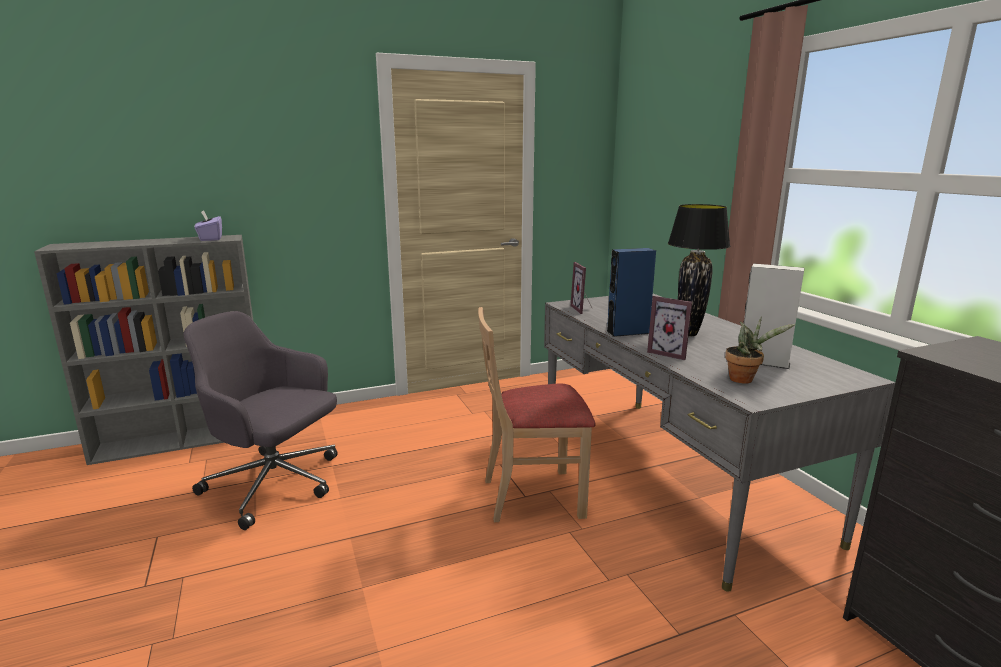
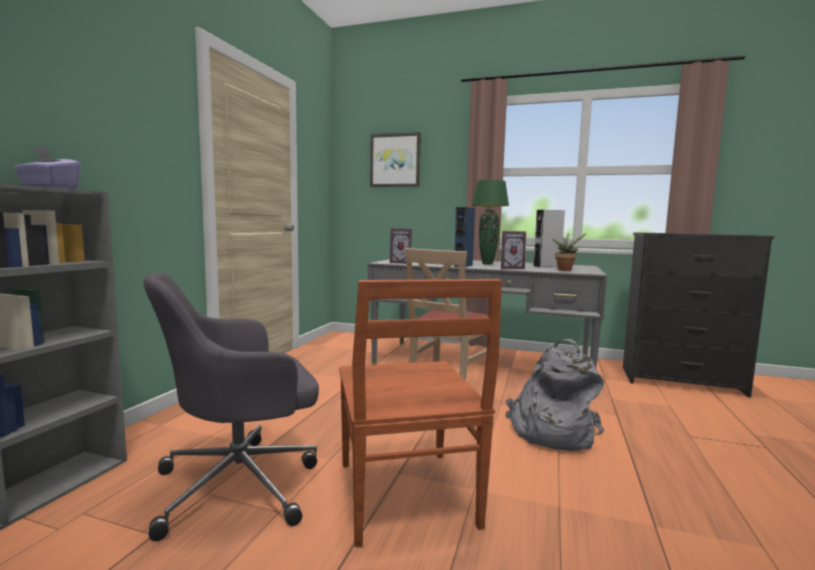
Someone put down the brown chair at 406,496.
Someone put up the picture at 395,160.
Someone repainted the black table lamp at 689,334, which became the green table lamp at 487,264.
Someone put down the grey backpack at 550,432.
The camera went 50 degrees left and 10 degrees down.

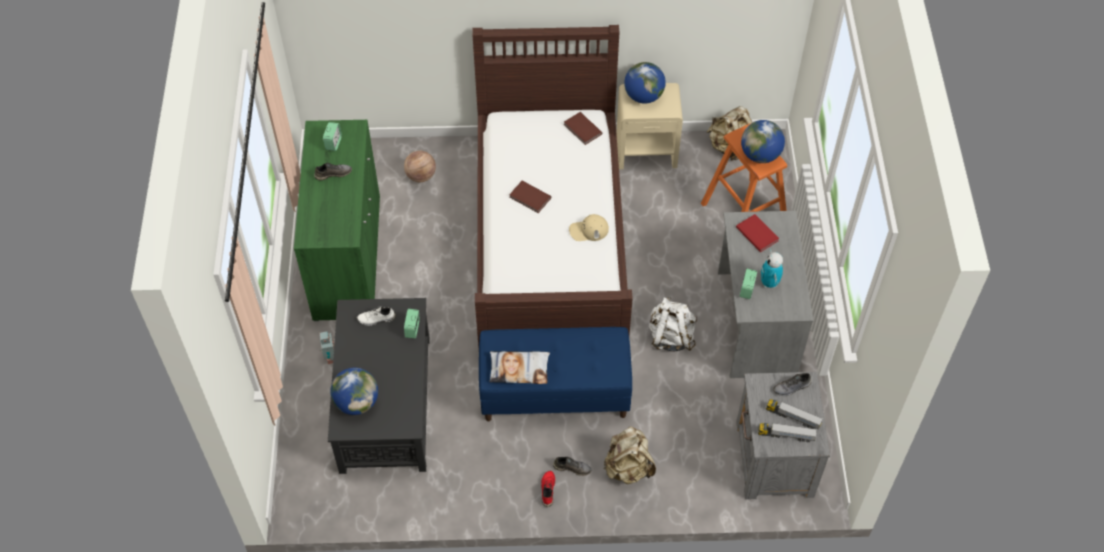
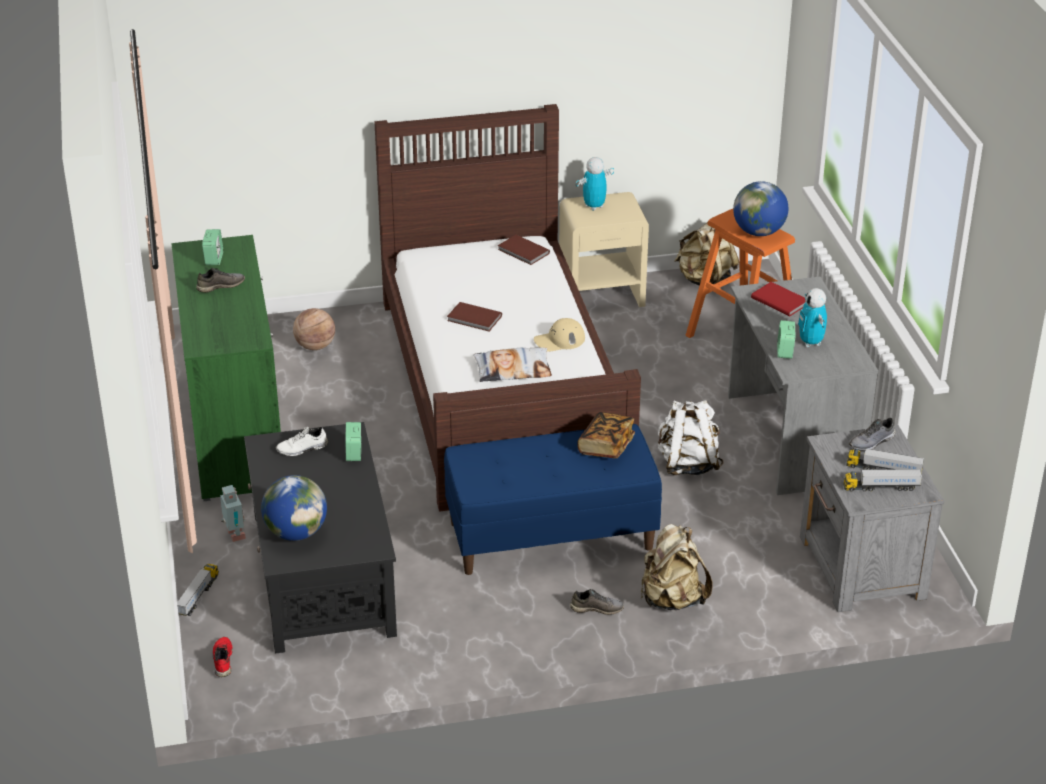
Someone put down the toy truck at 198,596.
Someone carried the red shoe from 547,490 to 222,660.
Someone carried the pillow from 519,369 to 513,370.
Someone swapped the globe at 643,96 for the toy robot at 594,206.
Someone put down the book at 606,446.
The camera went 10 degrees left and 20 degrees down.

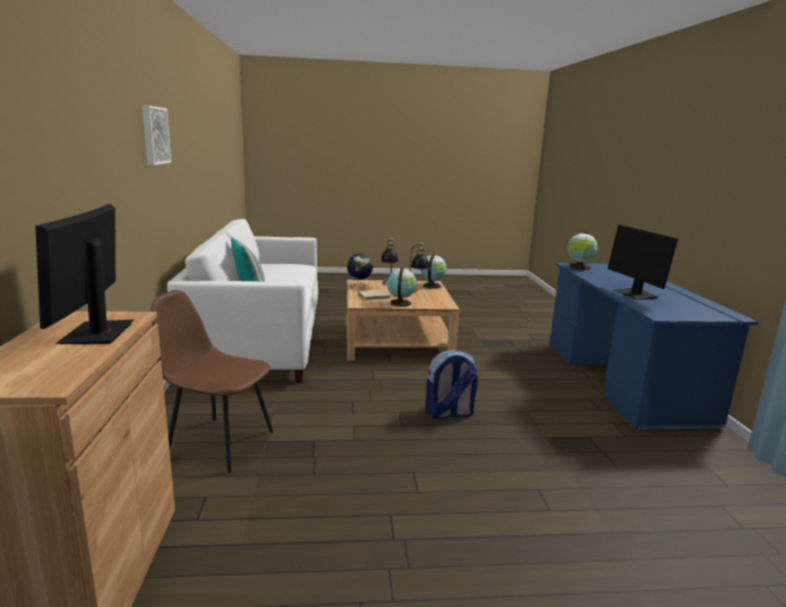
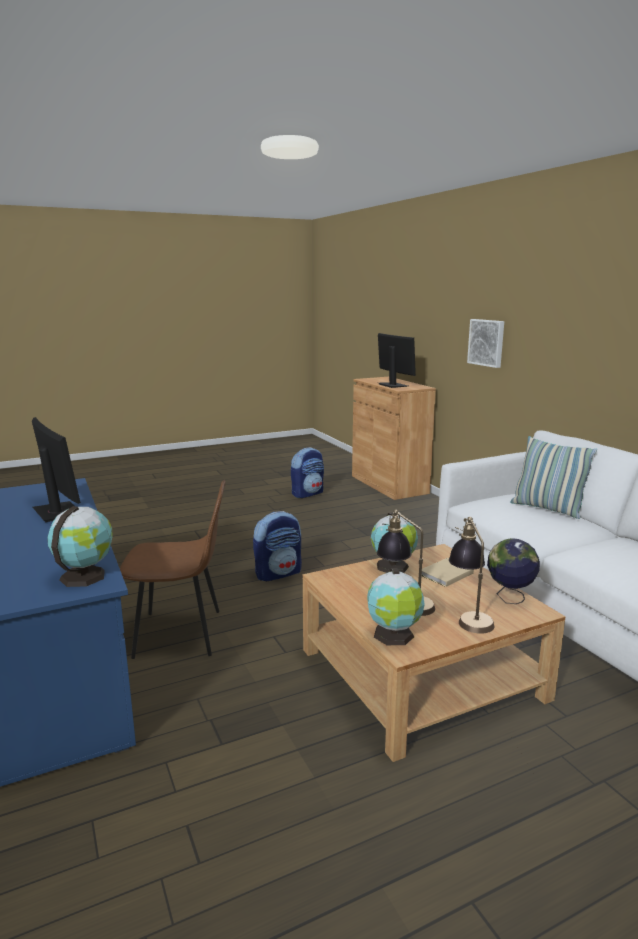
Someone carried the brown chair from 219,443 to 181,633.
Someone put down the backpack at 307,493.
Someone carried the picture from 154,135 to 487,342.
The camera went 160 degrees right and 0 degrees up.

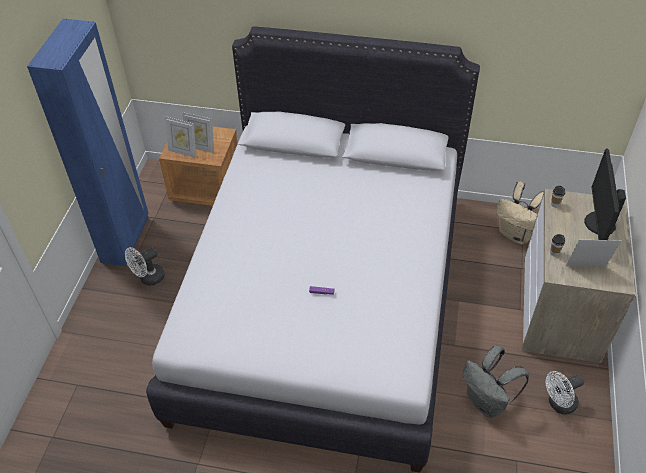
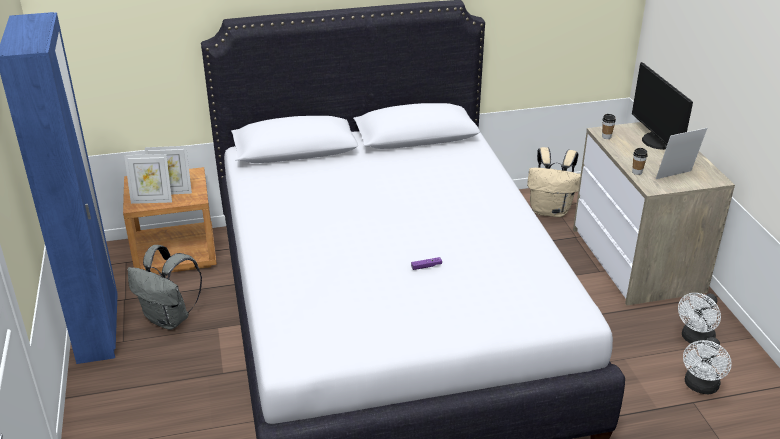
Someone carried the grey backpack from 487,402 to 170,319.
Someone carried the white fan from 148,278 to 700,387.
The camera went 25 degrees left and 15 degrees down.

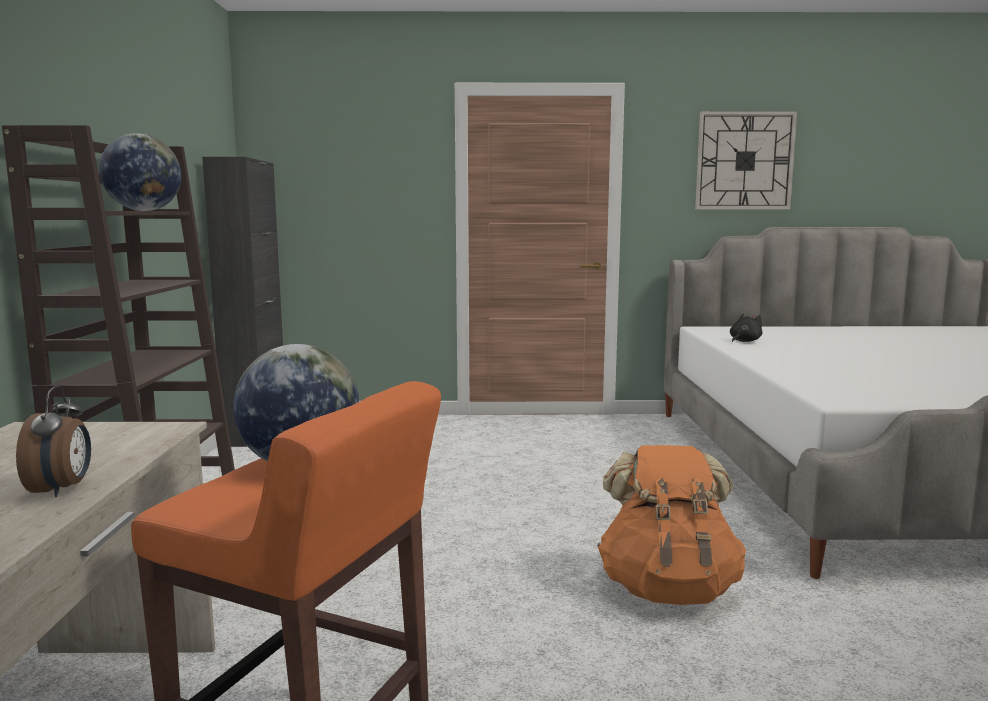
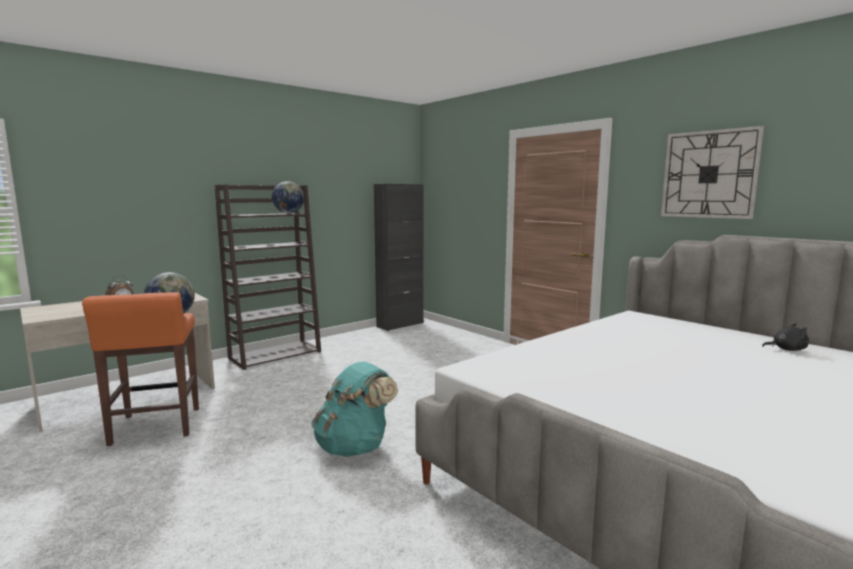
Someone repainted the orange backpack at 668,589, which became the turquoise backpack at 355,447.
Someone carried the black plush toy from 744,341 to 786,349.
The camera went 50 degrees right and 0 degrees up.

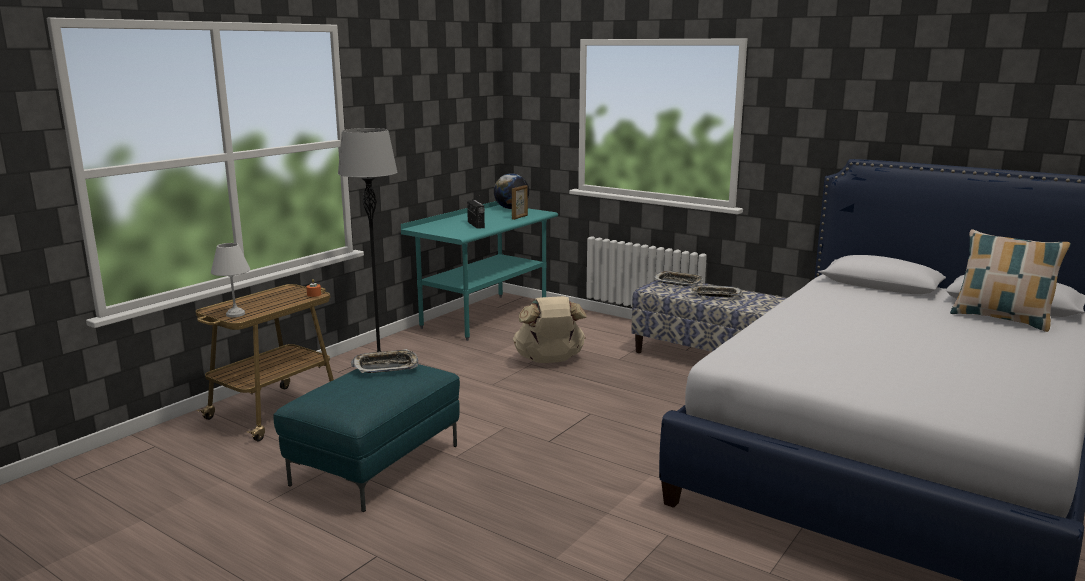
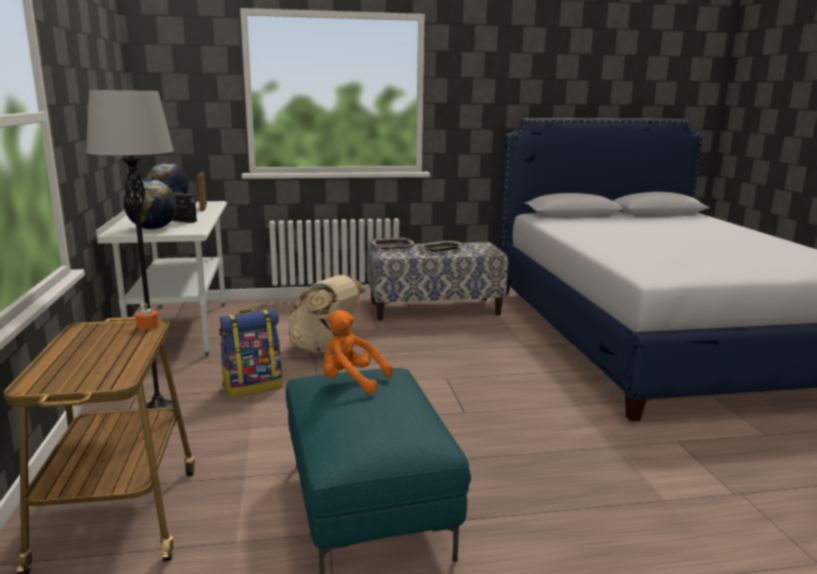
Someone repainted the turquoise desk at 484,317, which became the white desk at 181,329.
Someone put down the globe at 153,228.
Someone put down the backpack at 253,386.
Someone swapped the tray at 385,366 for the orange plush toy at 351,381.
Someone took away the white table lamp at 236,314.
Someone took away the pillow at 1001,319.
The camera went 45 degrees left and 0 degrees up.

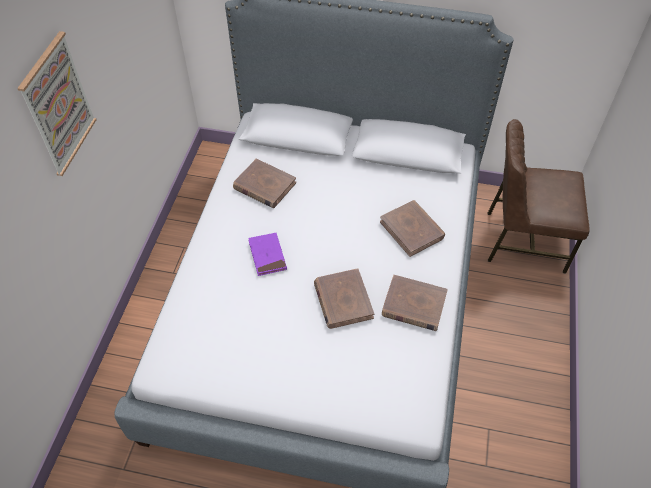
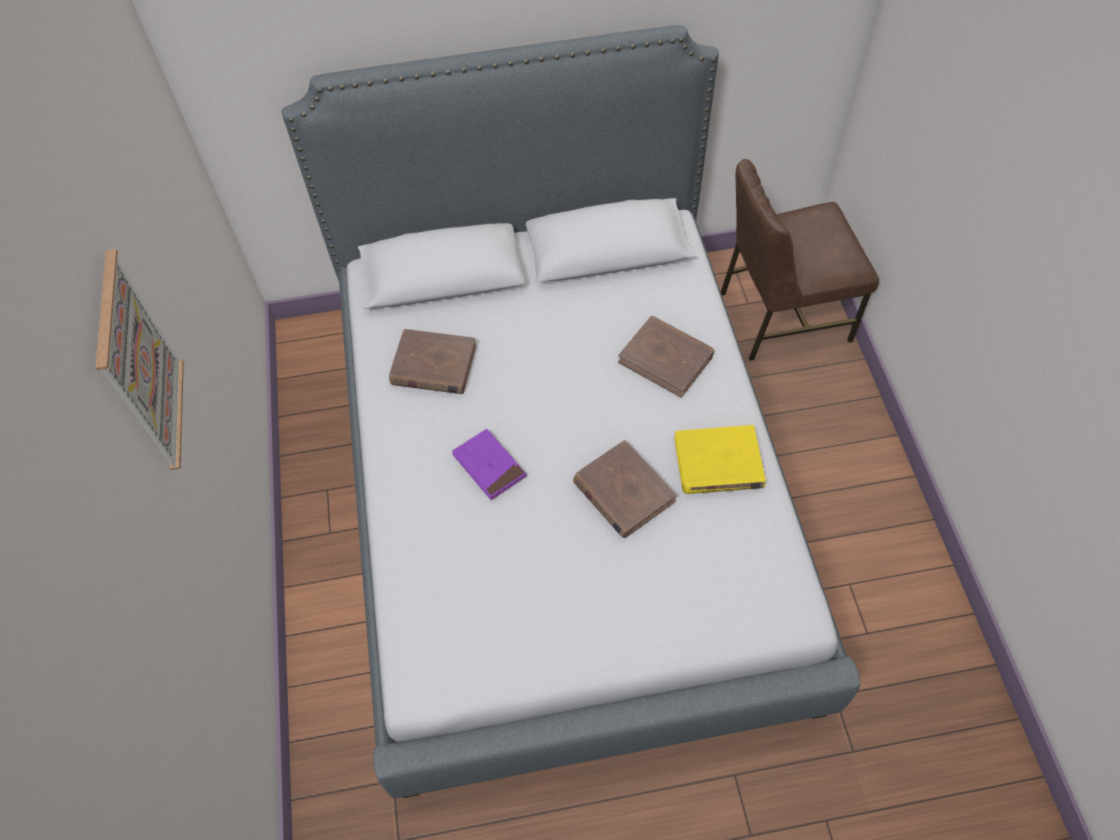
Someone repainted the brown book at 413,305, which became the yellow book at 718,463.
The camera went 20 degrees left and 5 degrees up.

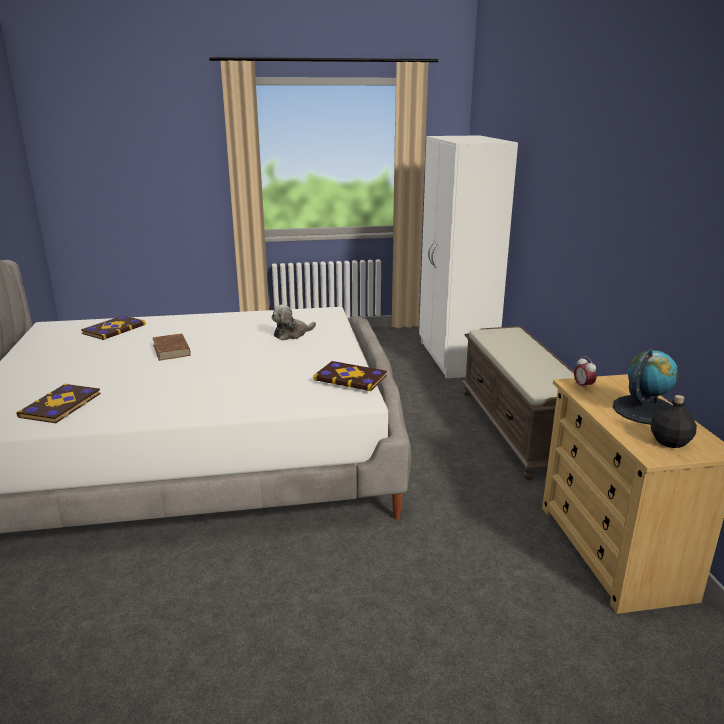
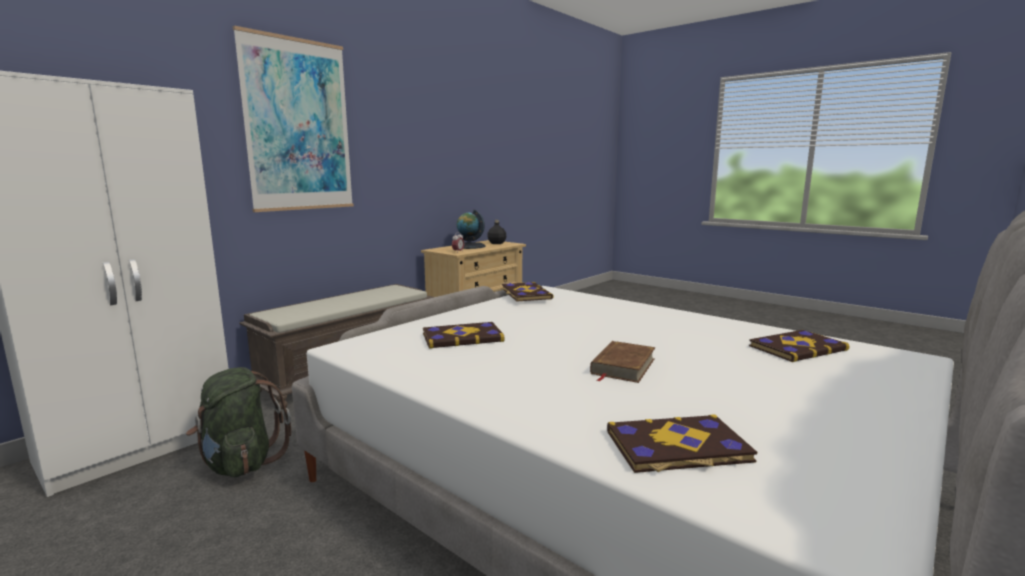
Someone put down the green backpack at 240,463.
Someone put up the picture at 298,126.
Someone swapped the plush toy at 292,334 for the book at 462,337.
The camera went 130 degrees left and 10 degrees down.

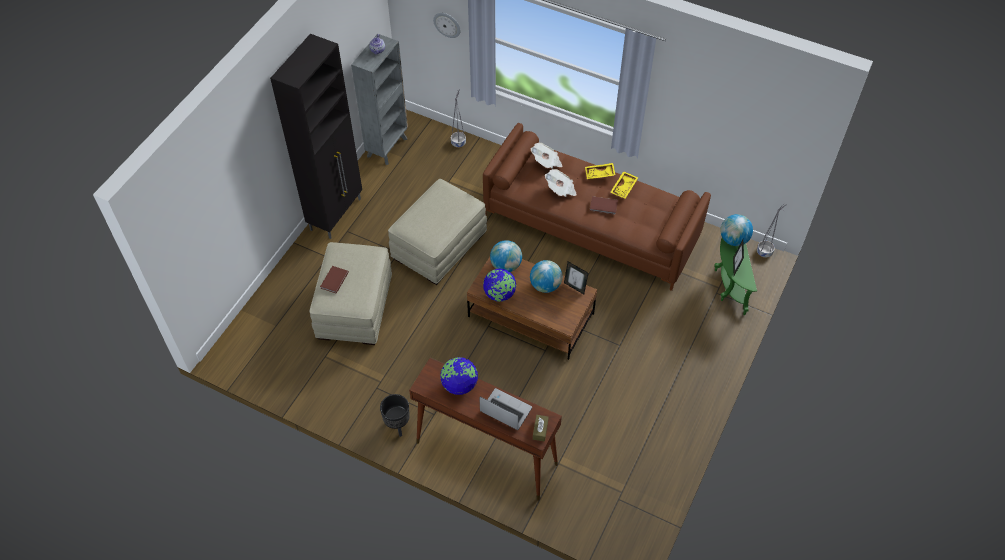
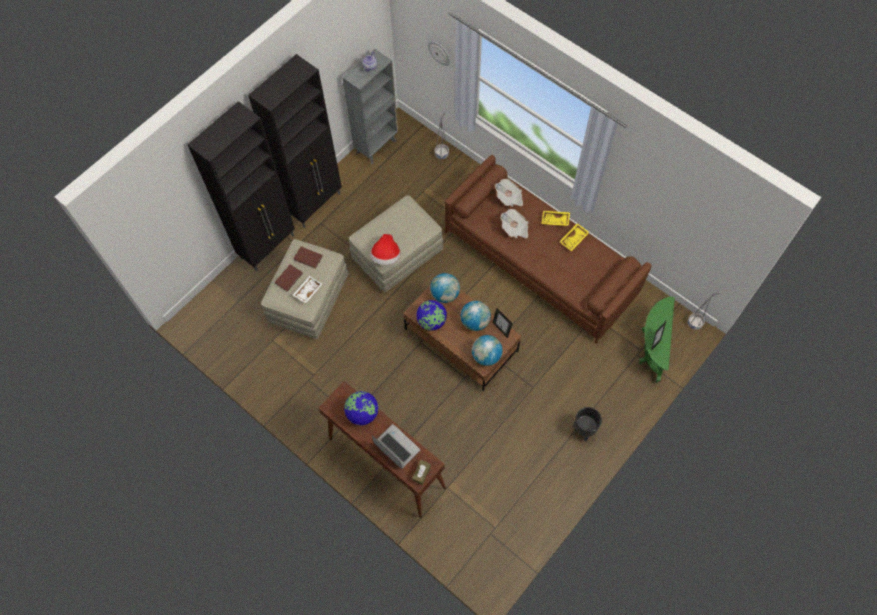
Someone put down the black cabinet at 268,246.
Someone carried the brown book from 604,206 to 308,258.
Someone put down the white tray at 307,291.
Someone put down the hat at 386,256.
Someone carried the globe from 733,240 to 486,356.
Someone carried the black planter from 397,425 to 583,430.
The camera went 15 degrees right and 10 degrees up.

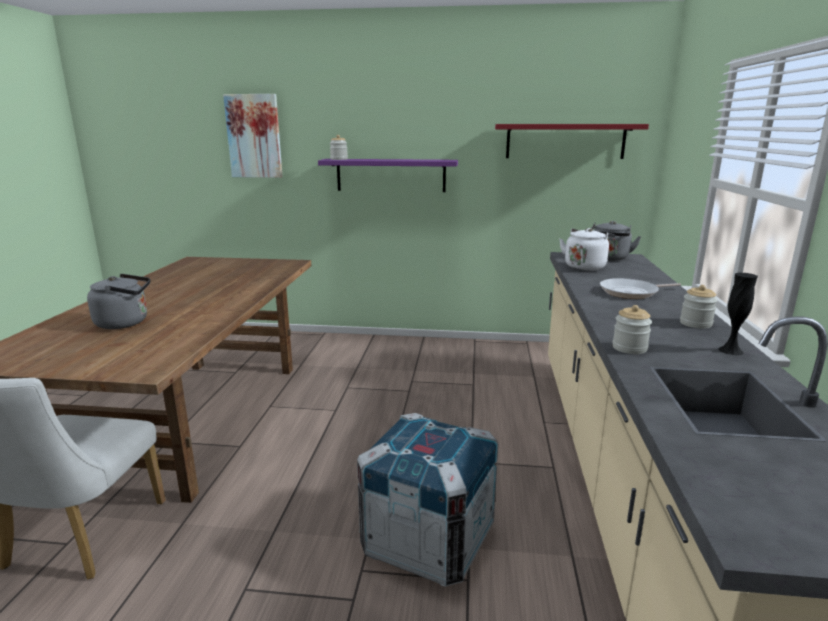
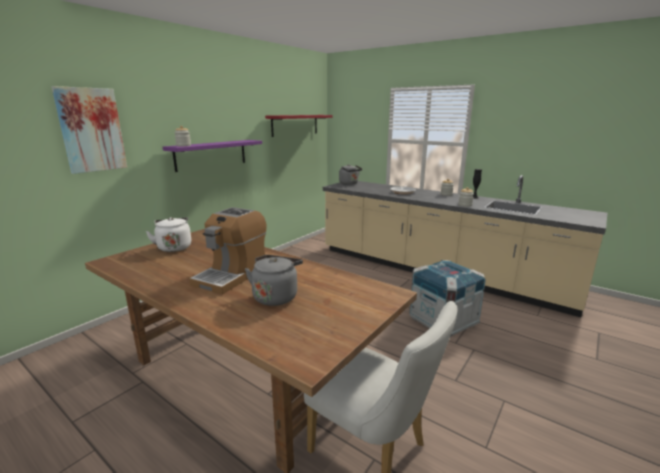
Someone carried the white kettle from 585,266 to 174,247.
Someone put down the coffee machine at 232,275.
The camera went 60 degrees left and 0 degrees up.

